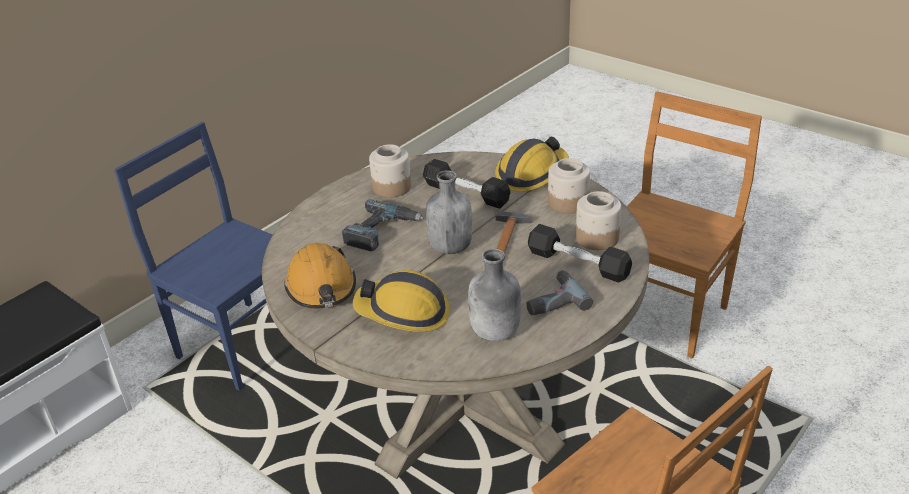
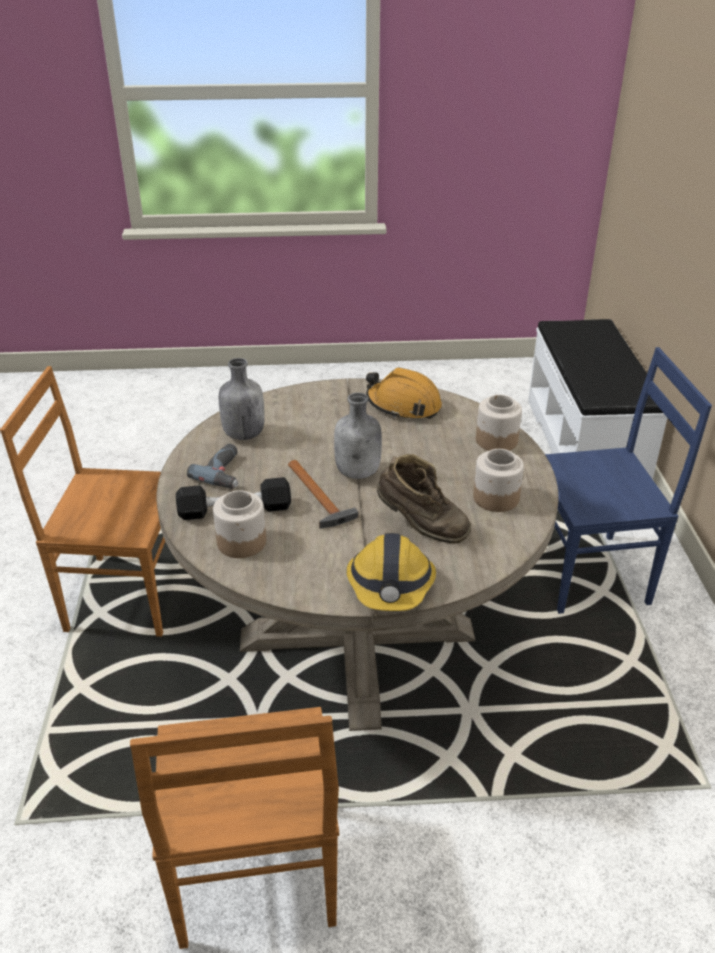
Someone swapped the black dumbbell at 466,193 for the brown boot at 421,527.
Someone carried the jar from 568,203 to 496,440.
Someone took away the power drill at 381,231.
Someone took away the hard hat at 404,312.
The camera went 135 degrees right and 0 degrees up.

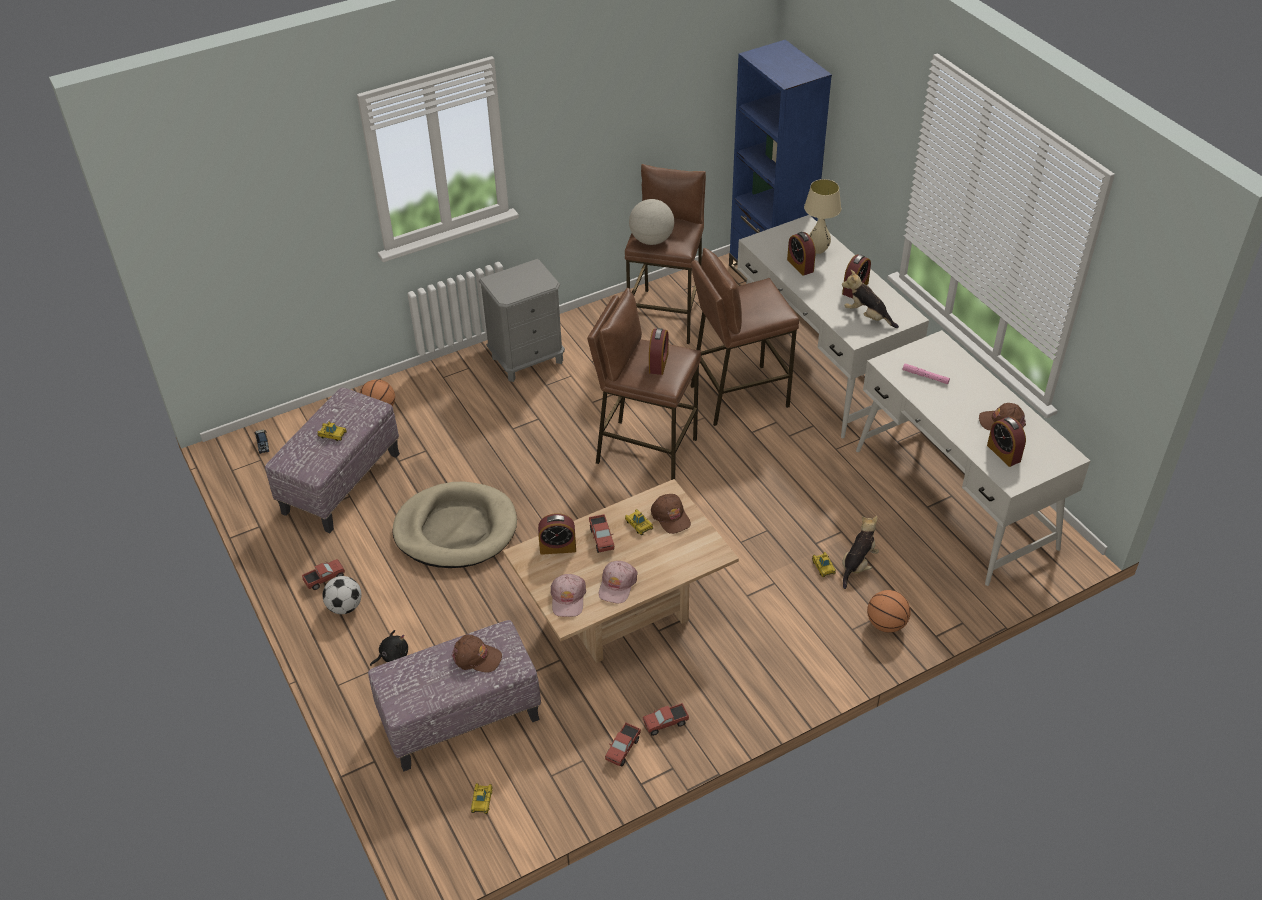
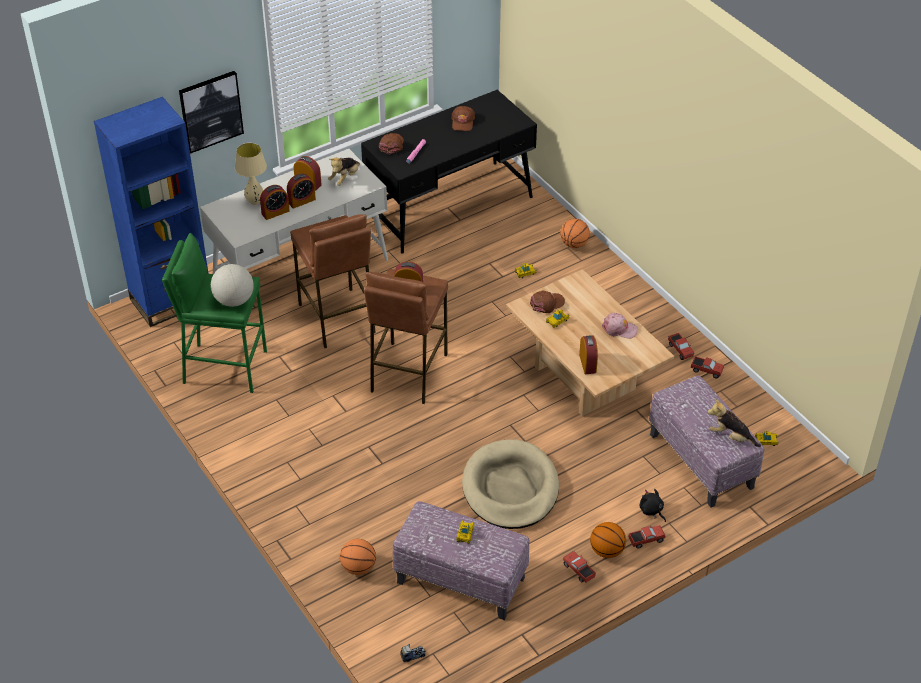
Someone repainted the brown stool at 666,316, which became the green stool at 224,367.
Someone put up the picture at 210,111.
Someone carried the alarm clock from 1003,453 to 301,201.
Someone repainted the white desk at 954,498, which became the black desk at 450,206.
Someone carried the brown cap from 476,657 to 391,145.
Someone swapped the football at 345,607 for the basketball at 607,551.
Someone carried the toy truck from 601,539 to 646,540.
Someone carried the plush toy from 858,565 to 731,437.
Someone took away the grey nightstand at 528,359.
Someone took away the pink cap at 568,598.
The camera went 95 degrees left and 0 degrees up.

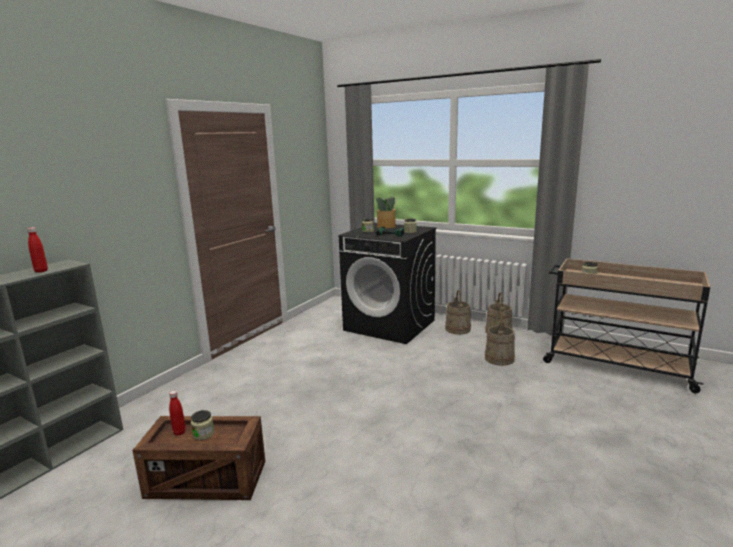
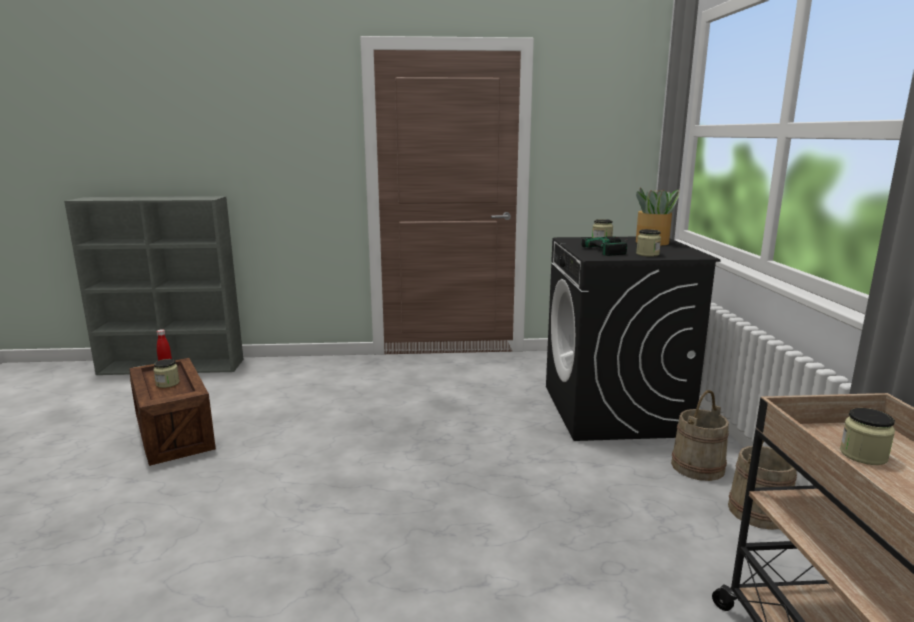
Someone took away the red bottle at 41,271.
Someone took away the beige bucket at 499,358.
The camera went 55 degrees right and 0 degrees up.

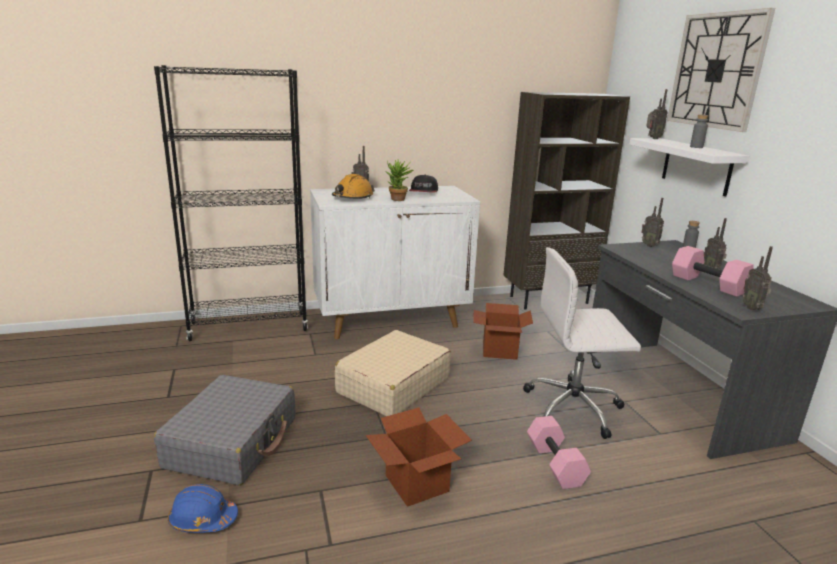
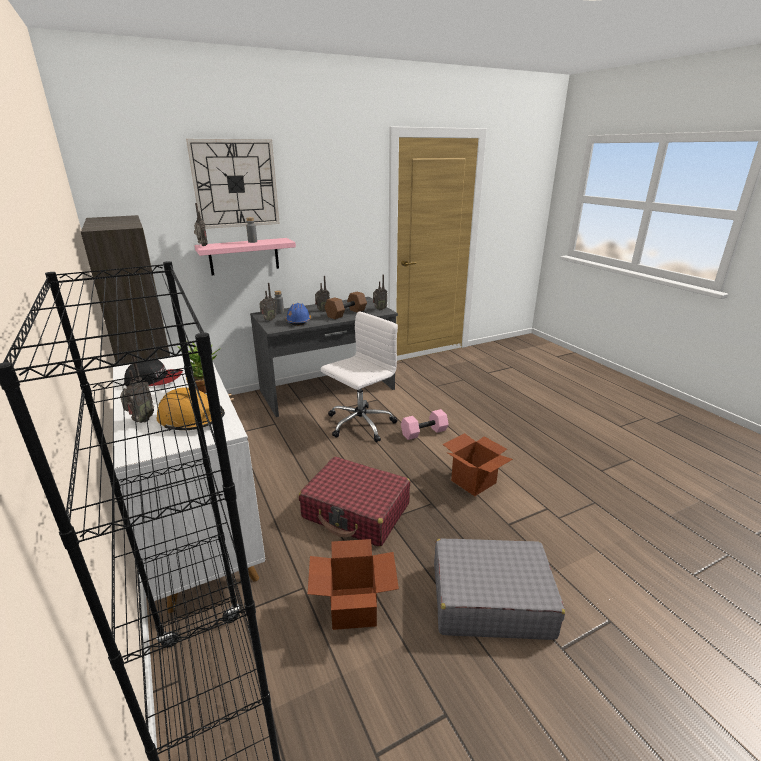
Someone repainted the white shelf at 696,166, which became the pink shelf at 244,256.
Someone carried the blue hard hat from 203,519 to 298,321.
Someone repainted the beige suitcase at 393,386, which became the red suitcase at 356,511.
Someone carried the cardboard box from 499,350 to 353,608.
Someone rotated the white office chair at 574,407 by 120 degrees counterclockwise.
Someone repainted the pink dumbbell at 709,284, which became the brown dumbbell at 346,313.
The camera went 100 degrees left and 5 degrees up.

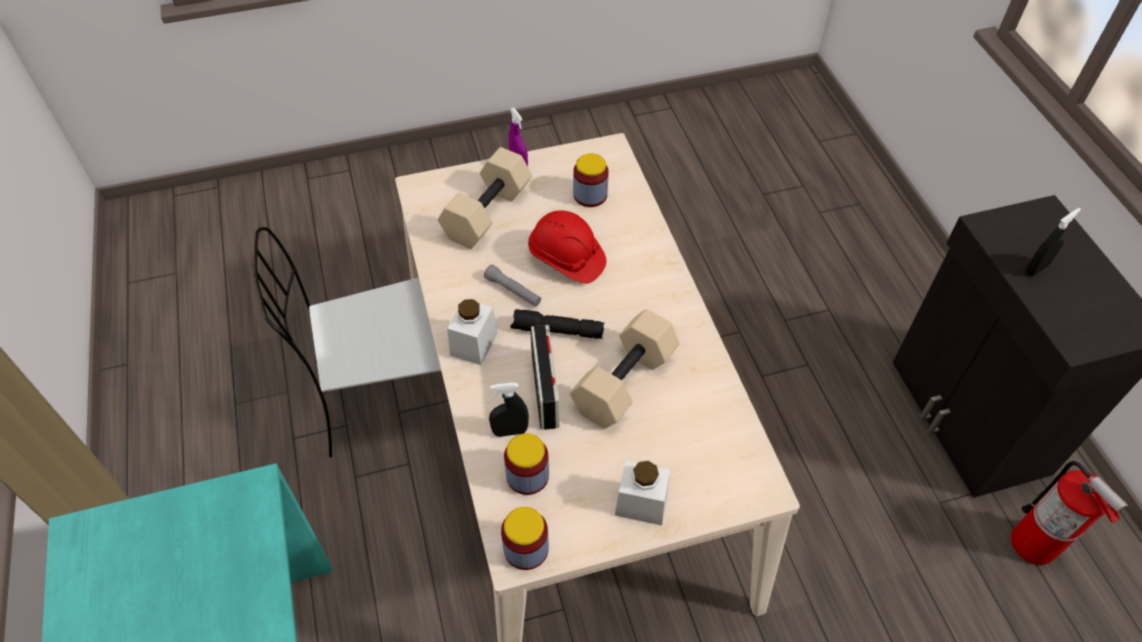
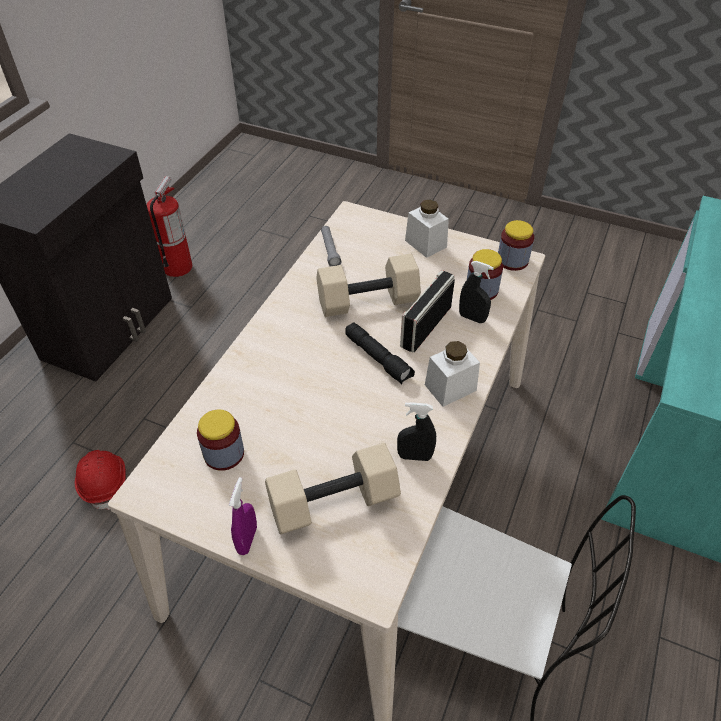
Someone carried the red hard hat from 566,259 to 105,482.
Someone carried the grey flashlight from 513,291 to 330,250.
Someone carried the black spray bottle from 1036,268 to 414,456.
The camera went 140 degrees left and 5 degrees down.

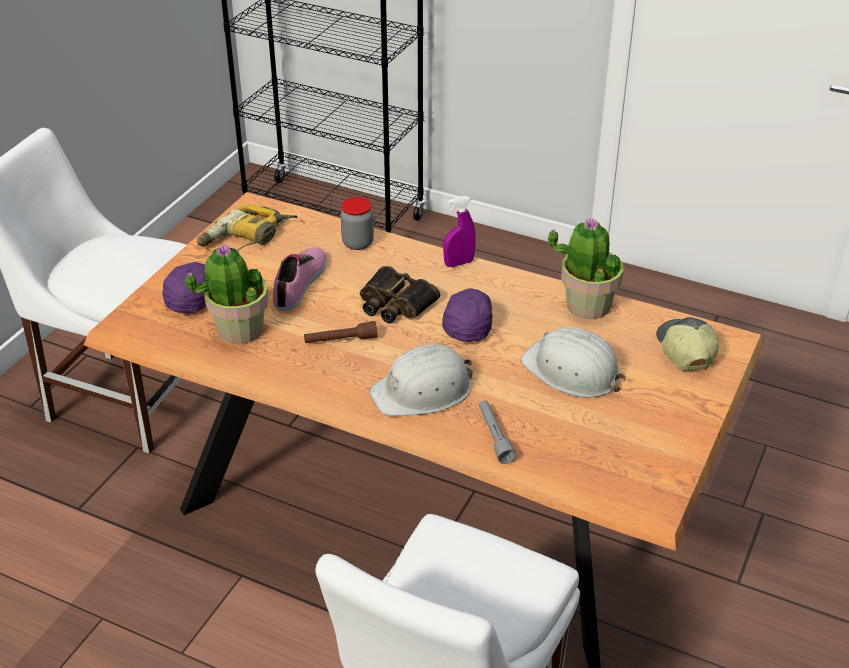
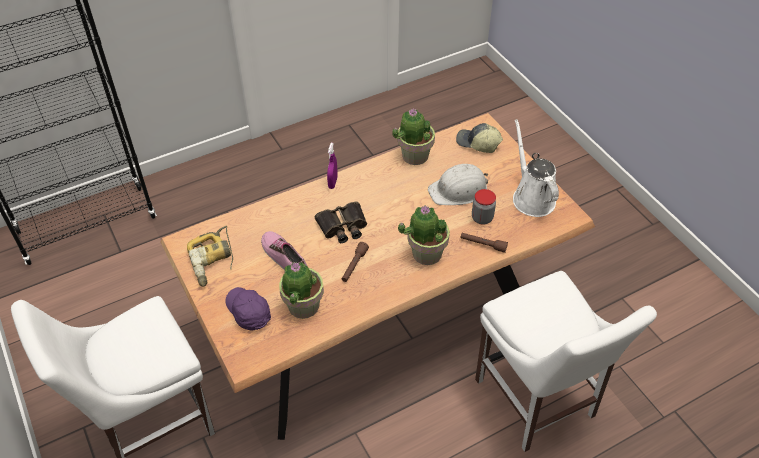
Someone swapped the white hard hat at 423,391 for the potted plant at 426,253.
Someone repainted the grey flashlight at 494,436, which became the brown flashlight at 483,245.
Someone carried the jar from 358,243 to 482,218.
Someone put down the white watering can at 531,197.
Someone took away the purple cap at 468,322.
The camera went 55 degrees left and 10 degrees up.

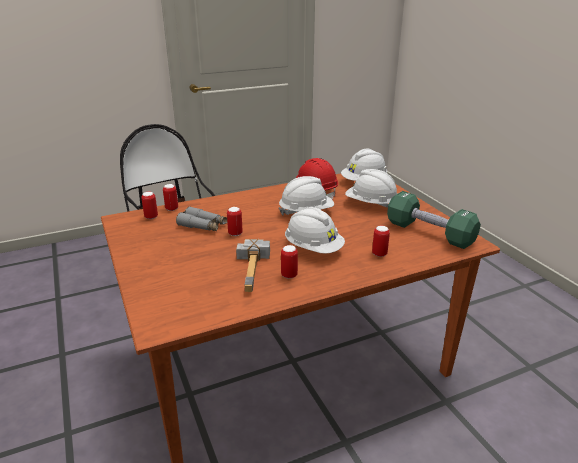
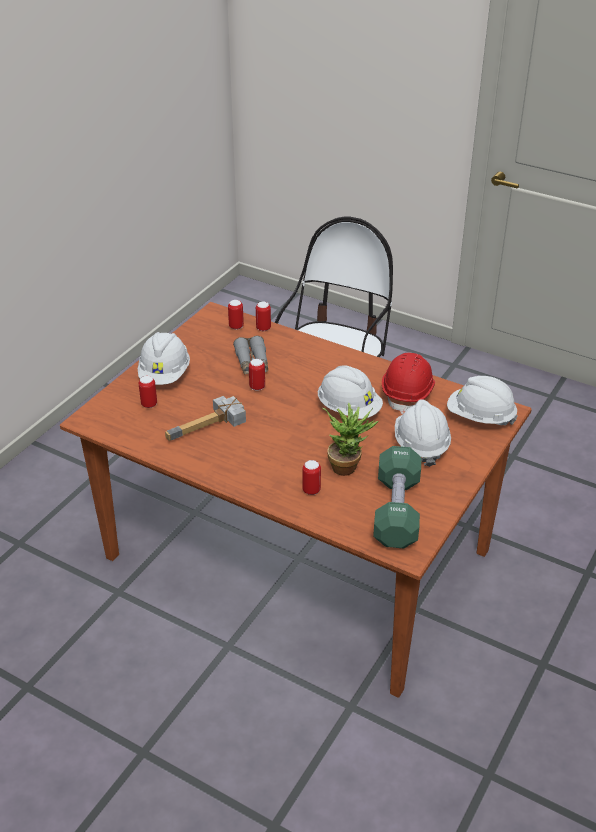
Someone carried the white hard hat from 313,248 to 165,374.
Someone carried the can from 289,275 to 149,404.
Someone put down the potted plant at 348,465.
The camera went 55 degrees right and 10 degrees up.

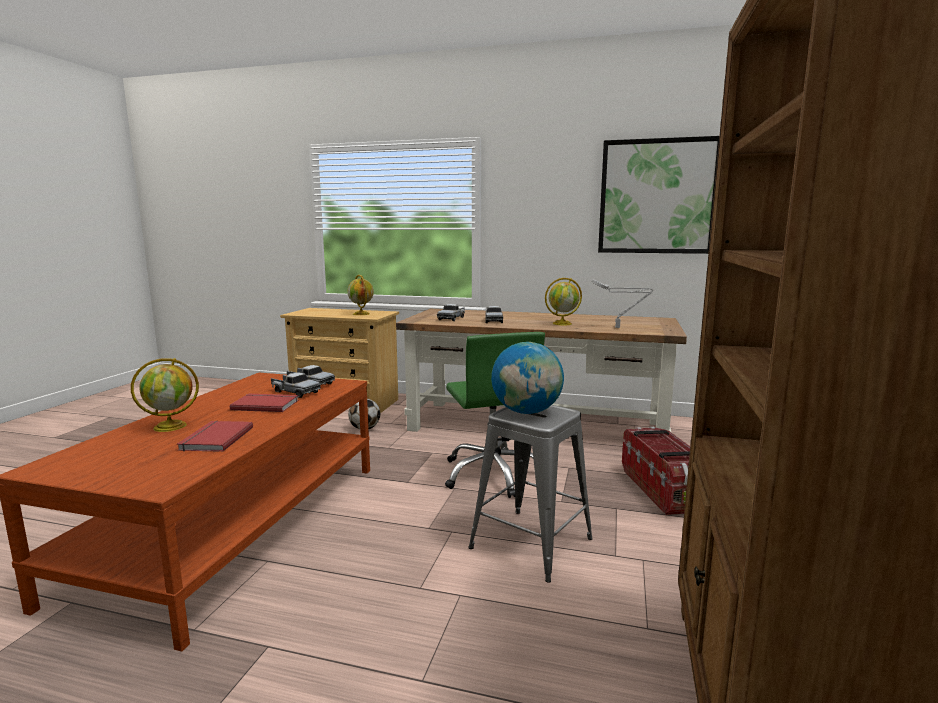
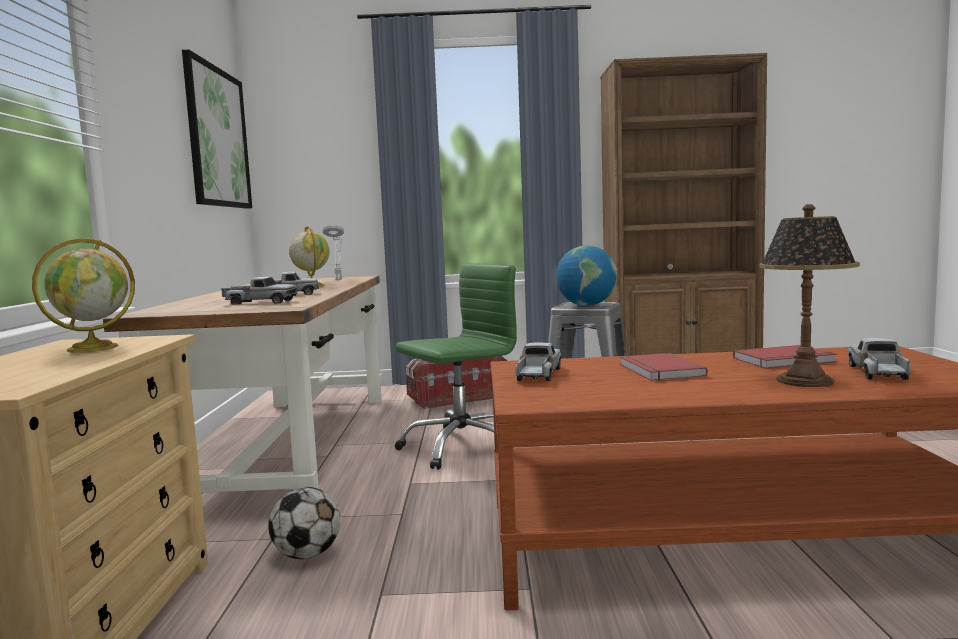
Someone swapped the globe at 171,426 for the table lamp at 804,380.
Someone carried the toy truck from 295,392 to 879,373.
The camera went 105 degrees left and 5 degrees down.

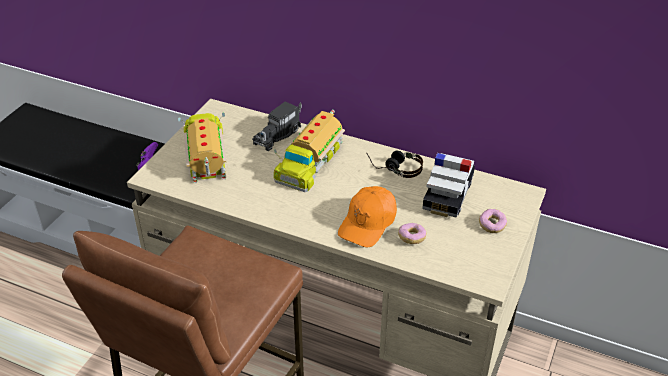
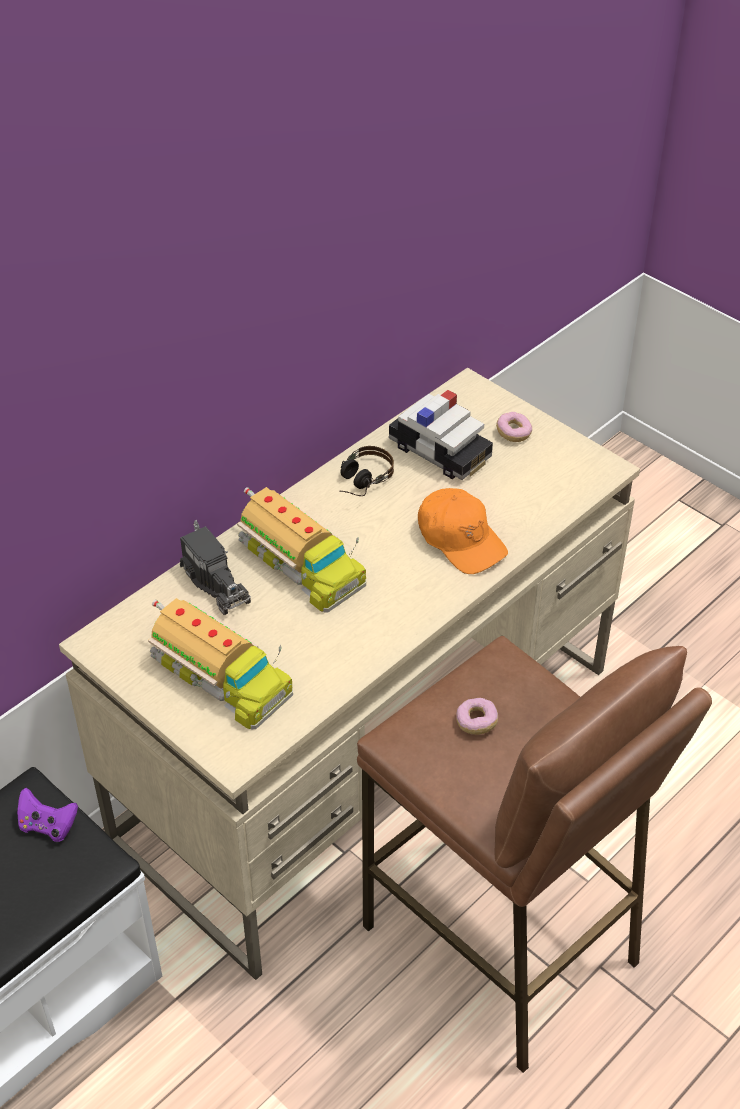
Someone rotated the toy truck at 207,155 by 150 degrees counterclockwise.
Someone carried the donut from 411,238 to 476,722.
The camera went 70 degrees left and 5 degrees up.

